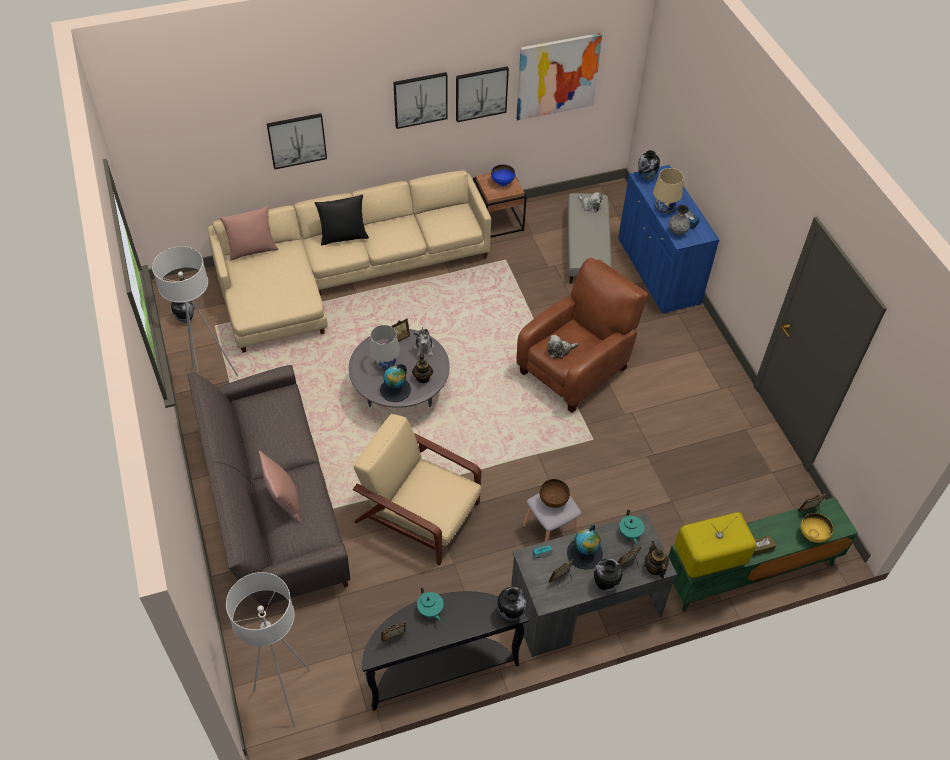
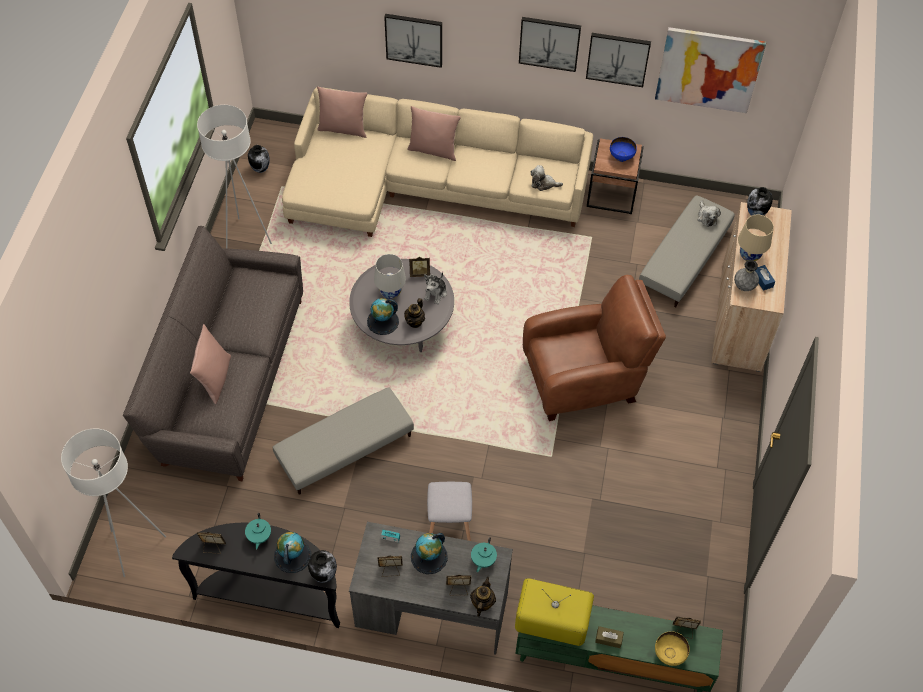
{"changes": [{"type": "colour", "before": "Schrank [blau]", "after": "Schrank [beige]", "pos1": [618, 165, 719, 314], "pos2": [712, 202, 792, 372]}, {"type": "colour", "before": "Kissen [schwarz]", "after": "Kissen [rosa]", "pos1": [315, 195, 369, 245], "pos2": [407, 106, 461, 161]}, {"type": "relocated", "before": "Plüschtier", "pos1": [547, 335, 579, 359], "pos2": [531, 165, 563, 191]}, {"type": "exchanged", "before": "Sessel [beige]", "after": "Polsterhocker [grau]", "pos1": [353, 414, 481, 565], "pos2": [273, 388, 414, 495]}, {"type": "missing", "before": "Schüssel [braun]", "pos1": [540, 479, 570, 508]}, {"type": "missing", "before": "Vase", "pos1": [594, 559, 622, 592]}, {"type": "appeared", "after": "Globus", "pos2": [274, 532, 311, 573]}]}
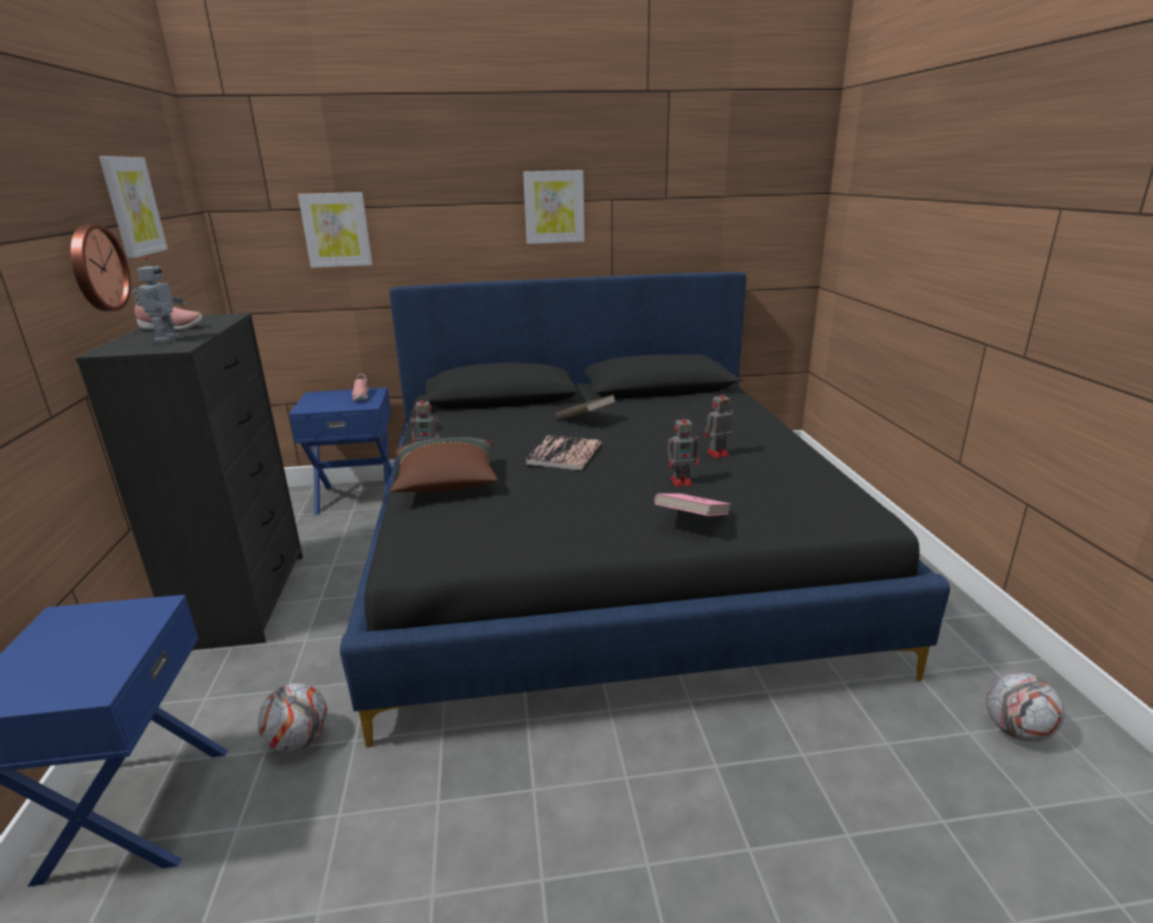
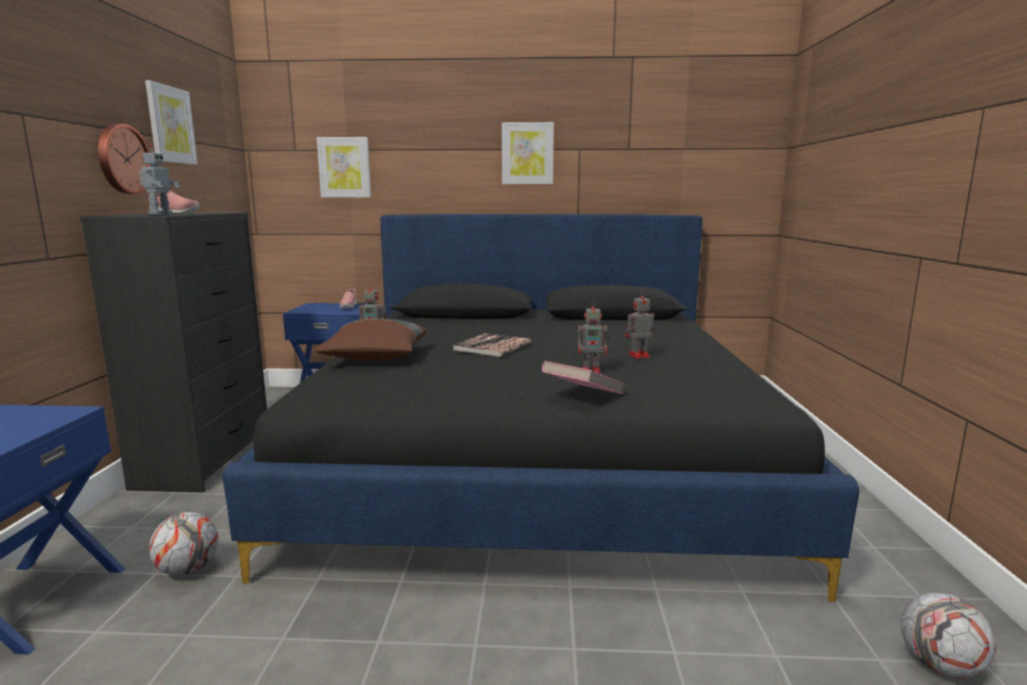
{"changes": [{"type": "missing", "before": "Buch [braun]", "pos1": [556, 394, 617, 420]}]}
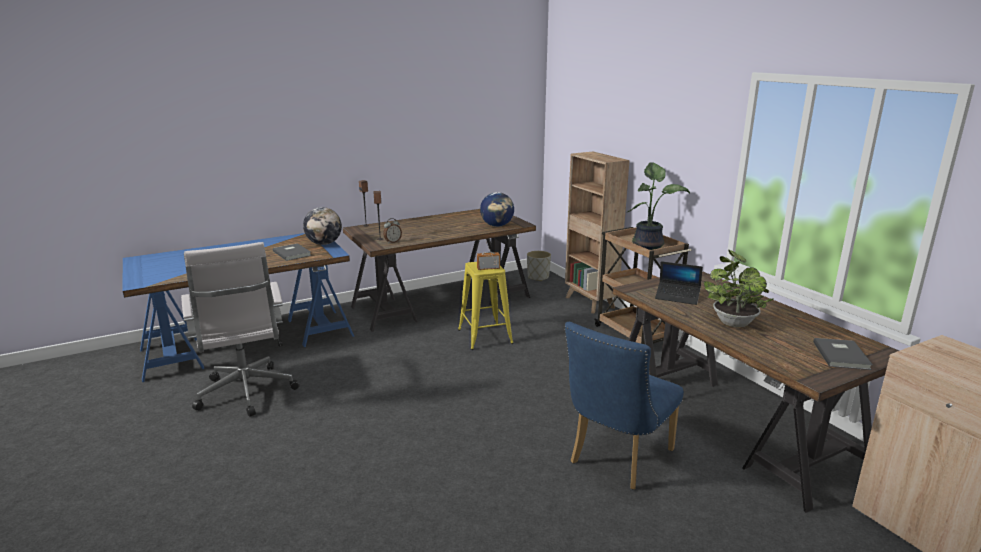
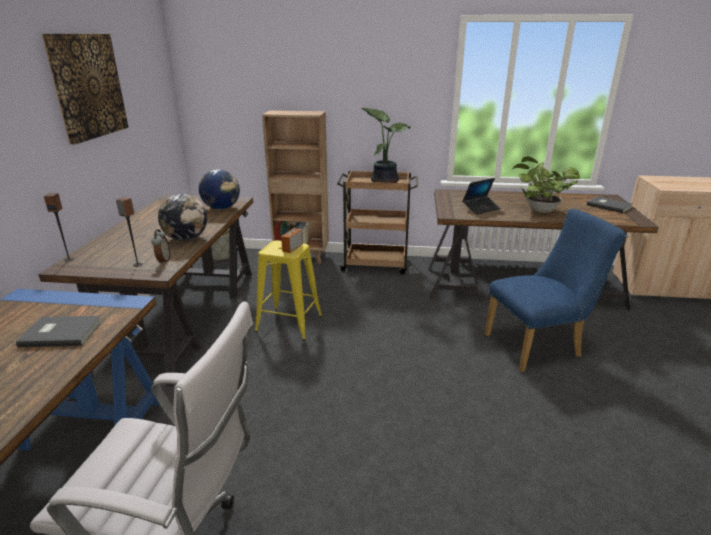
{"changes": [{"type": "relocated", "before": "Globus", "pos1": [303, 207, 342, 245], "pos2": [158, 194, 207, 241]}, {"type": "spun", "before": "Stuhl [blau]", "pos1": [565, 322, 684, 489], "pos2": [485, 209, 626, 372], "turn": -90}, {"type": "appeared", "after": "Bild", "pos2": [42, 33, 129, 145]}]}
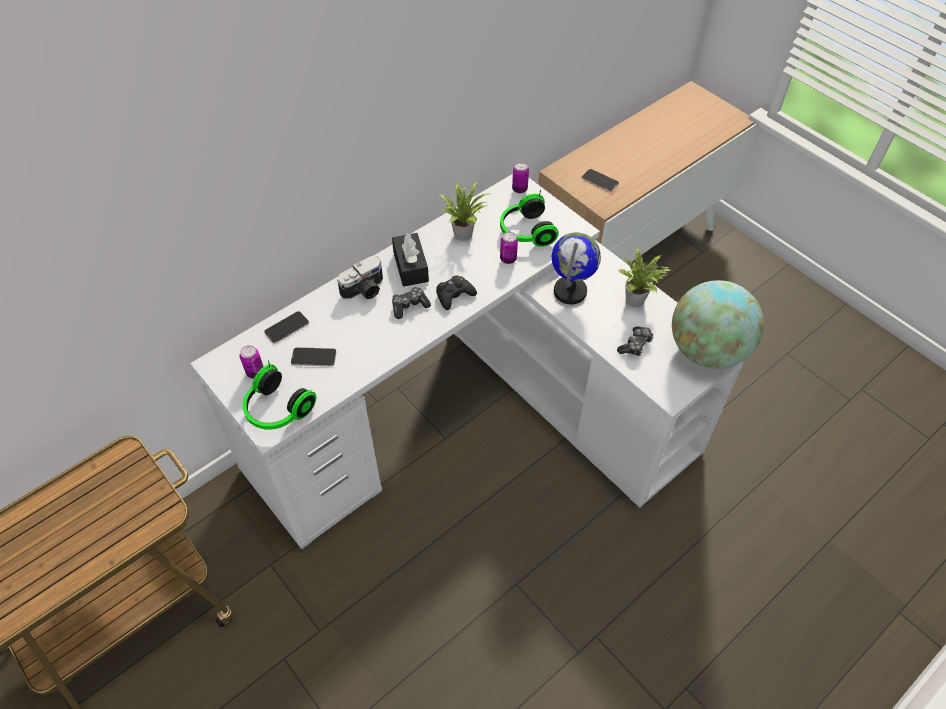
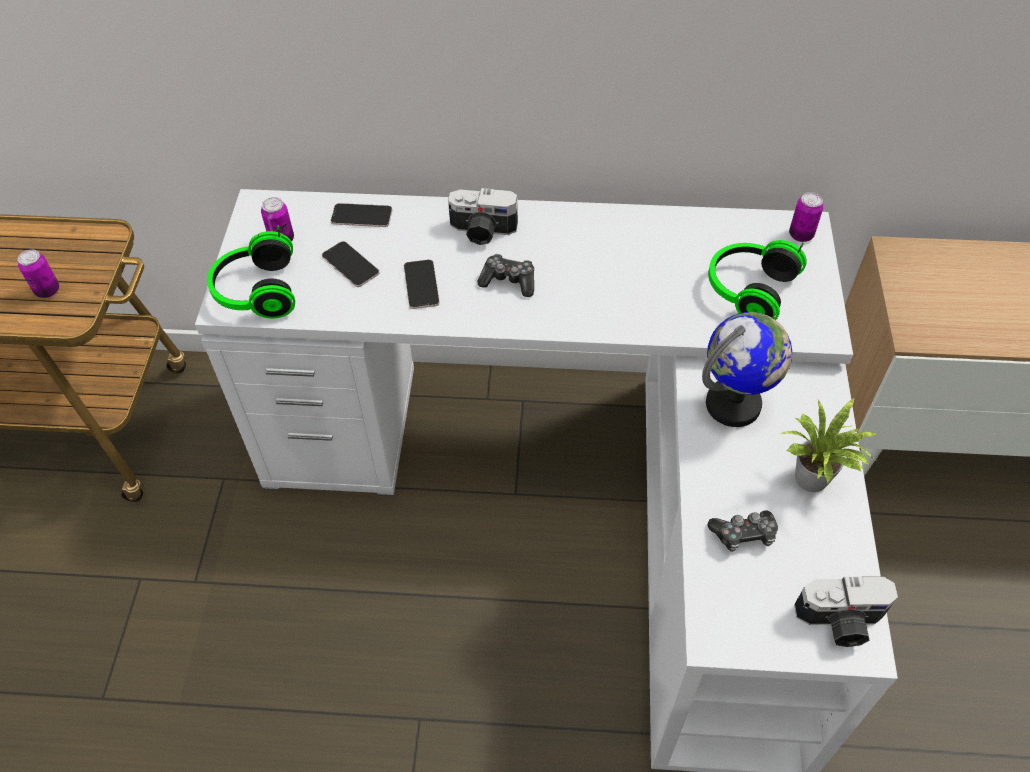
{"changes": [{"type": "relocated", "before": "Handy", "pos1": [582, 169, 619, 192], "pos2": [404, 259, 440, 309]}, {"type": "missing", "before": "Topfpflanze", "pos1": [438, 181, 489, 241]}, {"type": "relocated", "before": "Dose", "pos1": [500, 232, 518, 264], "pos2": [18, 249, 59, 298]}, {"type": "missing", "before": "Taschentuchbox [schwarz]", "pos1": [392, 233, 429, 287]}, {"type": "missing", "before": "Gamepad [schwarz]", "pos1": [436, 275, 477, 310]}, {"type": "exchanged", "before": "Globus", "after": "Kamera", "pos1": [672, 280, 764, 369], "pos2": [794, 576, 898, 647]}]}
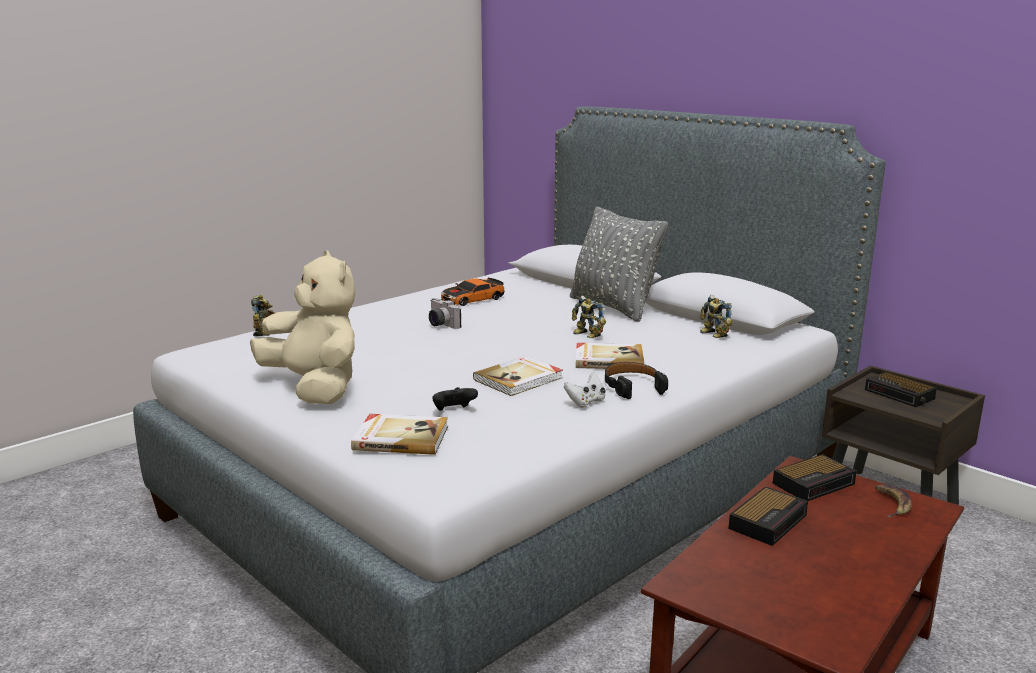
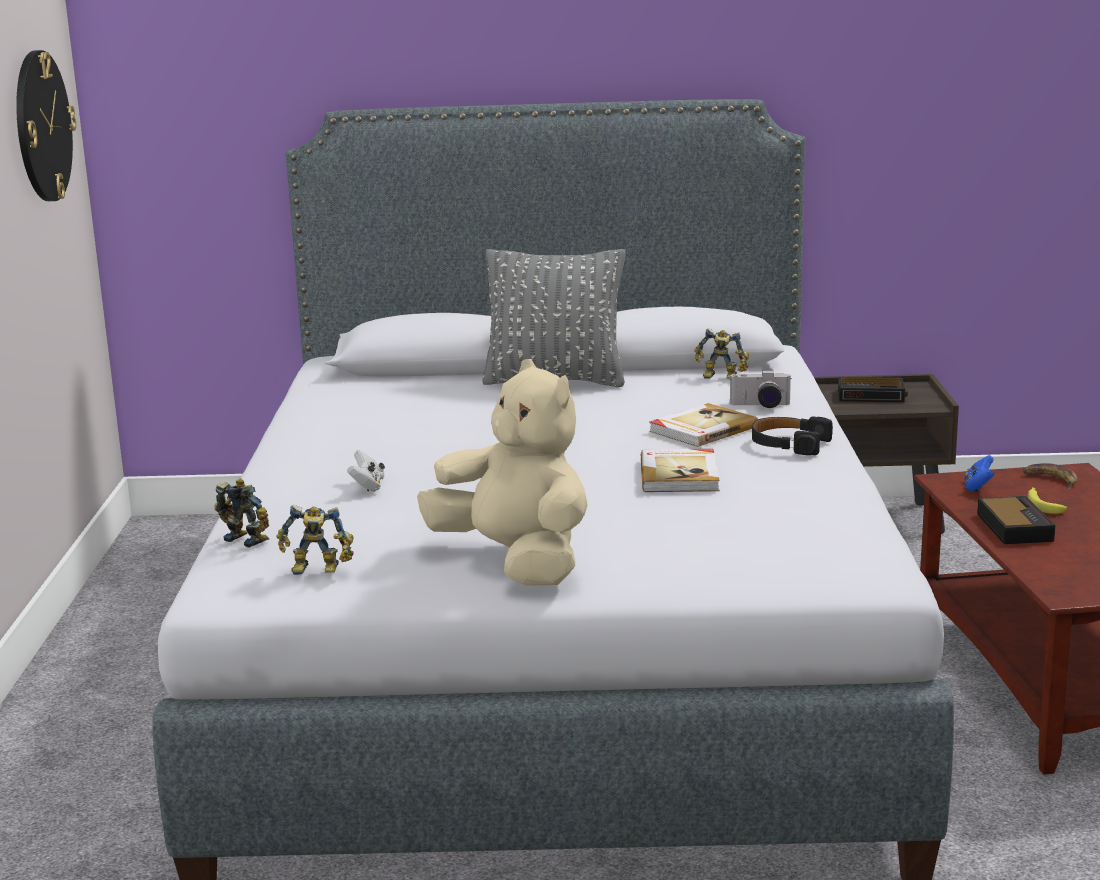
{"changes": [{"type": "spun", "before": "Plüschtier [beige]", "pos1": [250, 250, 355, 404], "pos2": [417, 359, 588, 586], "turn": 45}, {"type": "missing", "before": "Spielzeugauto", "pos1": [441, 278, 505, 306]}, {"type": "relocated", "before": "Spielzeugroboter", "pos1": [572, 295, 606, 338], "pos2": [276, 505, 354, 575]}, {"type": "relocated", "before": "Kamera", "pos1": [429, 298, 461, 329], "pos2": [729, 370, 792, 408]}, {"type": "relocated", "before": "Gamepad [weiß]", "pos1": [564, 373, 606, 408], "pos2": [347, 450, 385, 492]}, {"type": "missing", "before": "Gamepad [schwarz]", "pos1": [432, 387, 478, 411]}, {"type": "missing", "before": "Buch", "pos1": [351, 414, 448, 455]}, {"type": "exchanged", "before": "Wecker", "after": "Gamepad [blau]", "pos1": [773, 454, 857, 501], "pos2": [965, 455, 994, 492]}, {"type": "appeared", "after": "Wanduhr", "pos2": [16, 50, 76, 201]}, {"type": "appeared", "after": "Banane", "pos2": [1028, 487, 1067, 514]}]}
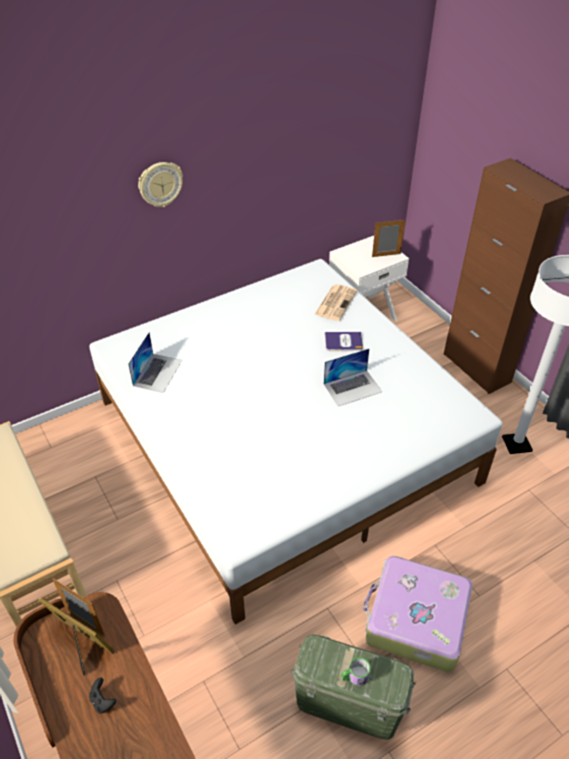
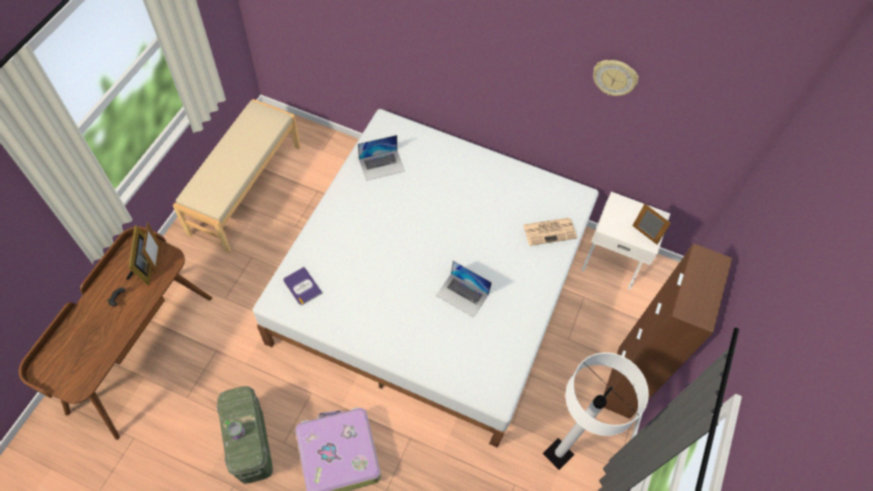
{"changes": [{"type": "relocated", "before": "Wanduhr", "pos1": [138, 162, 183, 207], "pos2": [593, 60, 639, 96]}, {"type": "relocated", "before": "Buch", "pos1": [325, 332, 363, 351], "pos2": [283, 267, 323, 305]}]}
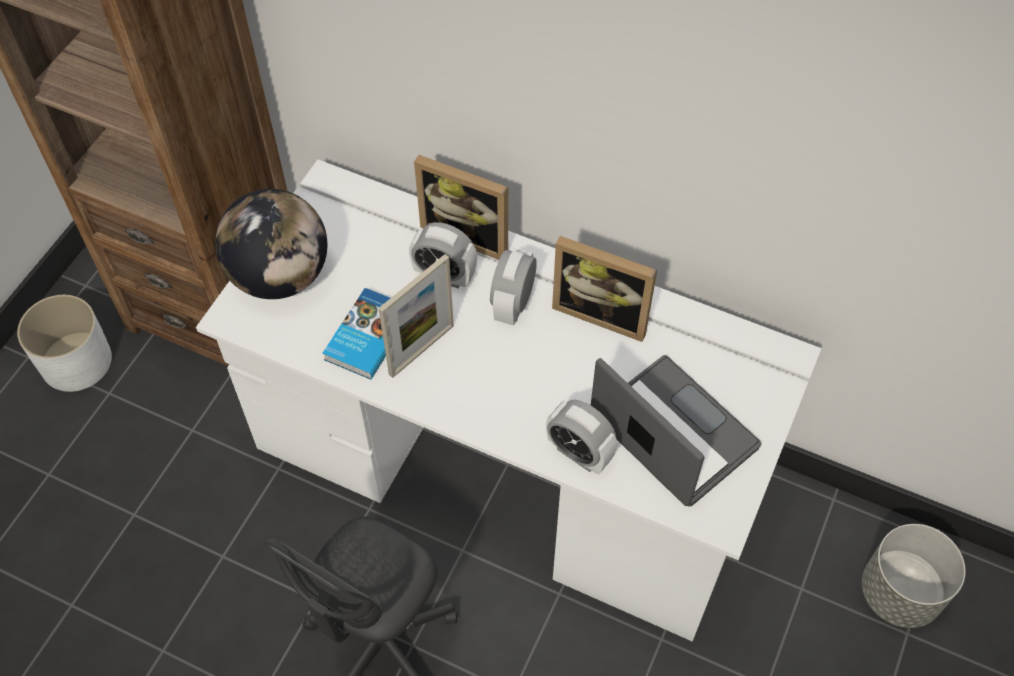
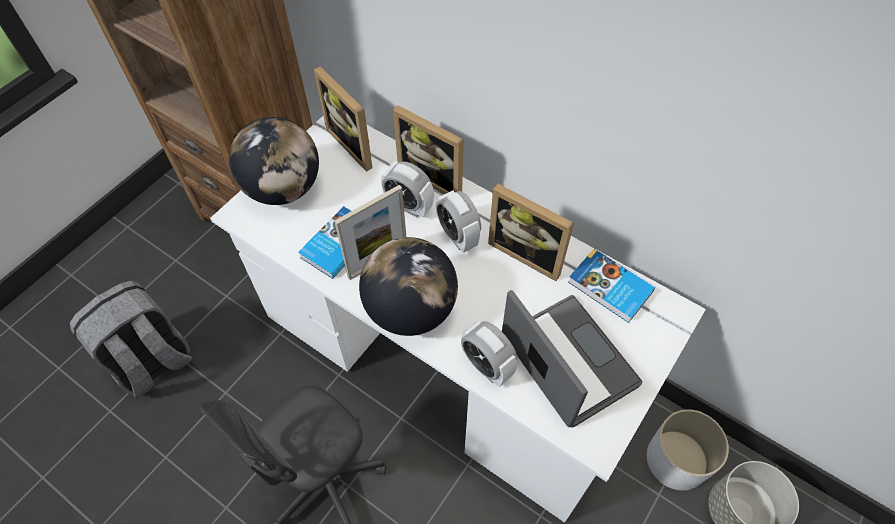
{"changes": [{"type": "spun", "before": "Wecker", "pos1": [490, 248, 537, 325], "pos2": [436, 191, 481, 253], "turn": -60}, {"type": "relocated", "before": "Pflanzkübel [weiß]", "pos1": [17, 295, 112, 392], "pos2": [647, 409, 729, 491]}, {"type": "appeared", "after": "Bilderrahmen", "pos2": [314, 66, 373, 172]}, {"type": "appeared", "after": "Globus", "pos2": [359, 237, 458, 336]}, {"type": "appeared", "after": "Buch", "pos2": [568, 249, 655, 323]}, {"type": "appeared", "after": "Rucksack [grau]", "pos2": [70, 281, 193, 398]}]}
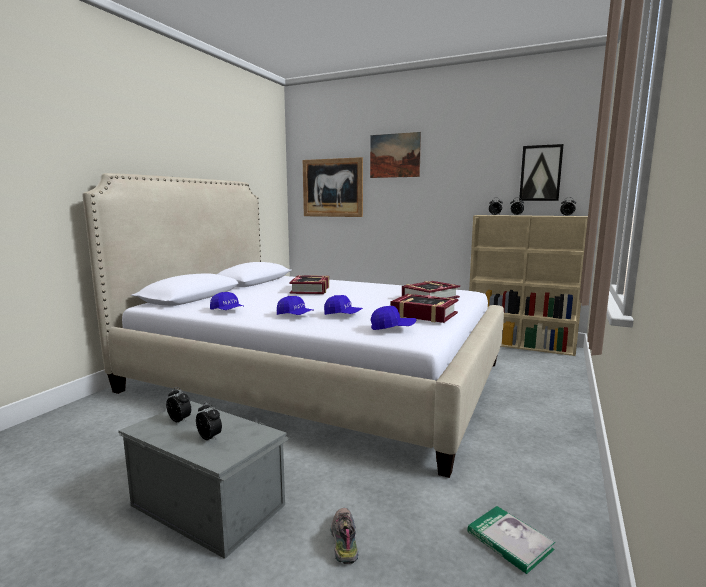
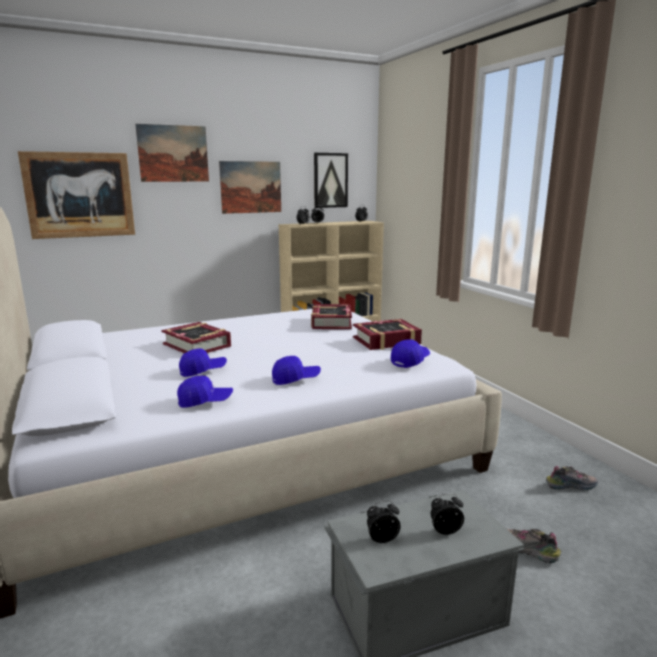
{"changes": [{"type": "relocated", "before": "Kappe [blau]", "pos1": [324, 295, 363, 315], "pos2": [179, 348, 227, 377]}, {"type": "exchanged", "before": "Buch", "after": "Schuh", "pos1": [467, 506, 555, 574], "pos2": [546, 466, 598, 491]}, {"type": "appeared", "after": "Bild", "pos2": [219, 161, 281, 214]}]}
